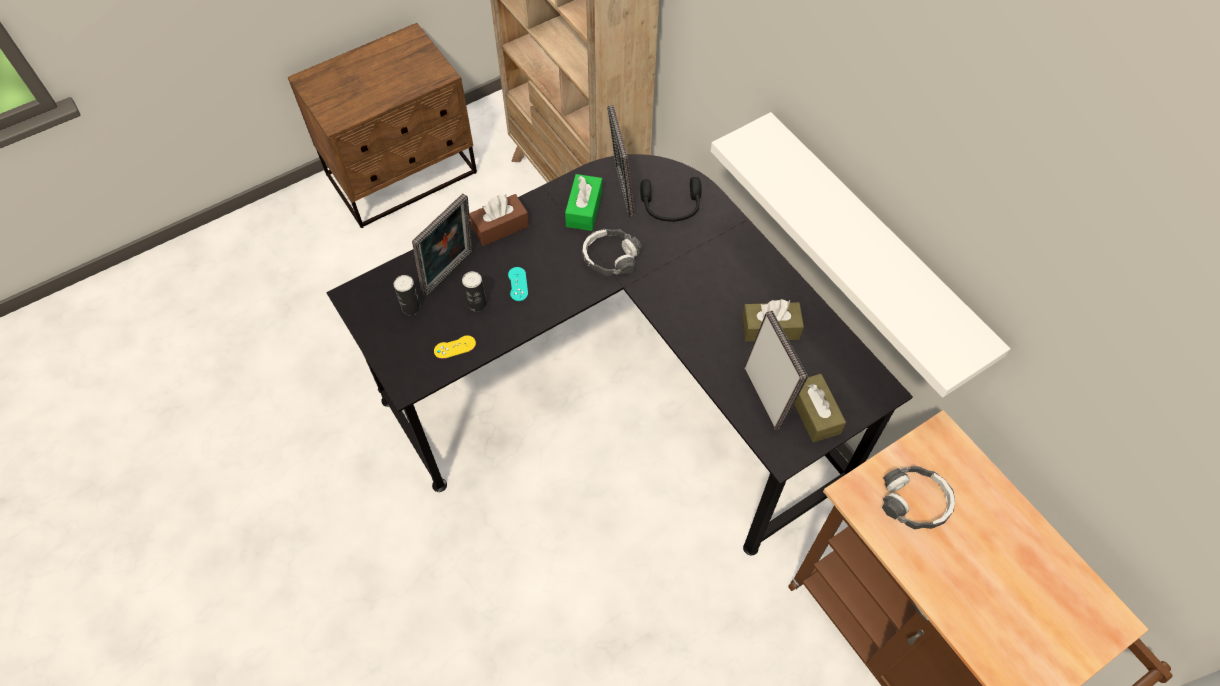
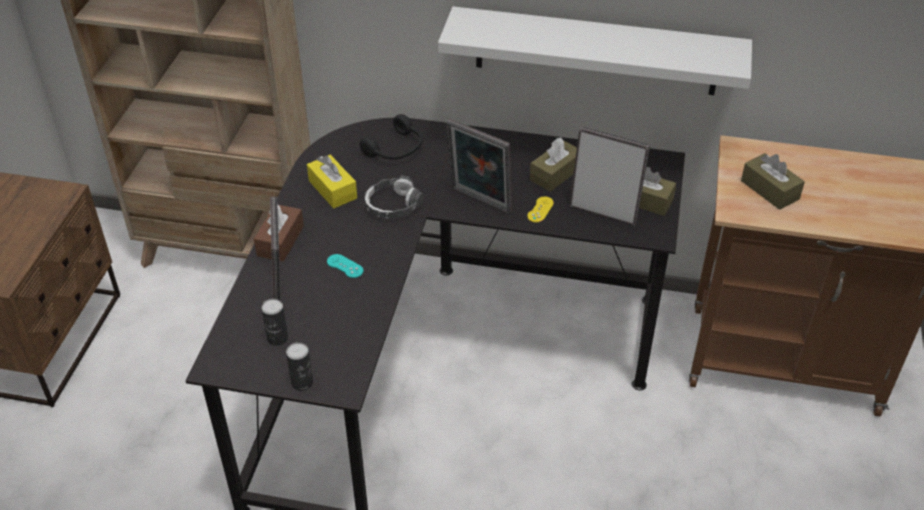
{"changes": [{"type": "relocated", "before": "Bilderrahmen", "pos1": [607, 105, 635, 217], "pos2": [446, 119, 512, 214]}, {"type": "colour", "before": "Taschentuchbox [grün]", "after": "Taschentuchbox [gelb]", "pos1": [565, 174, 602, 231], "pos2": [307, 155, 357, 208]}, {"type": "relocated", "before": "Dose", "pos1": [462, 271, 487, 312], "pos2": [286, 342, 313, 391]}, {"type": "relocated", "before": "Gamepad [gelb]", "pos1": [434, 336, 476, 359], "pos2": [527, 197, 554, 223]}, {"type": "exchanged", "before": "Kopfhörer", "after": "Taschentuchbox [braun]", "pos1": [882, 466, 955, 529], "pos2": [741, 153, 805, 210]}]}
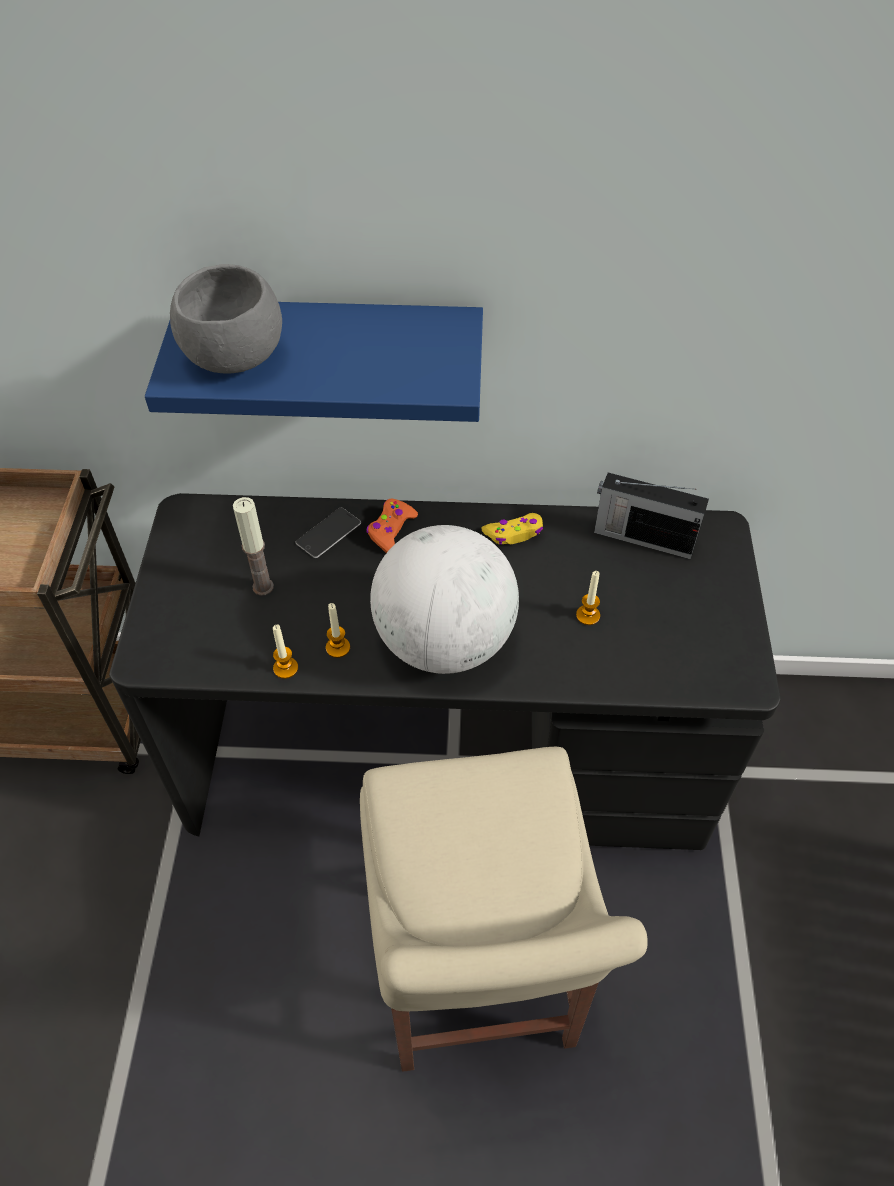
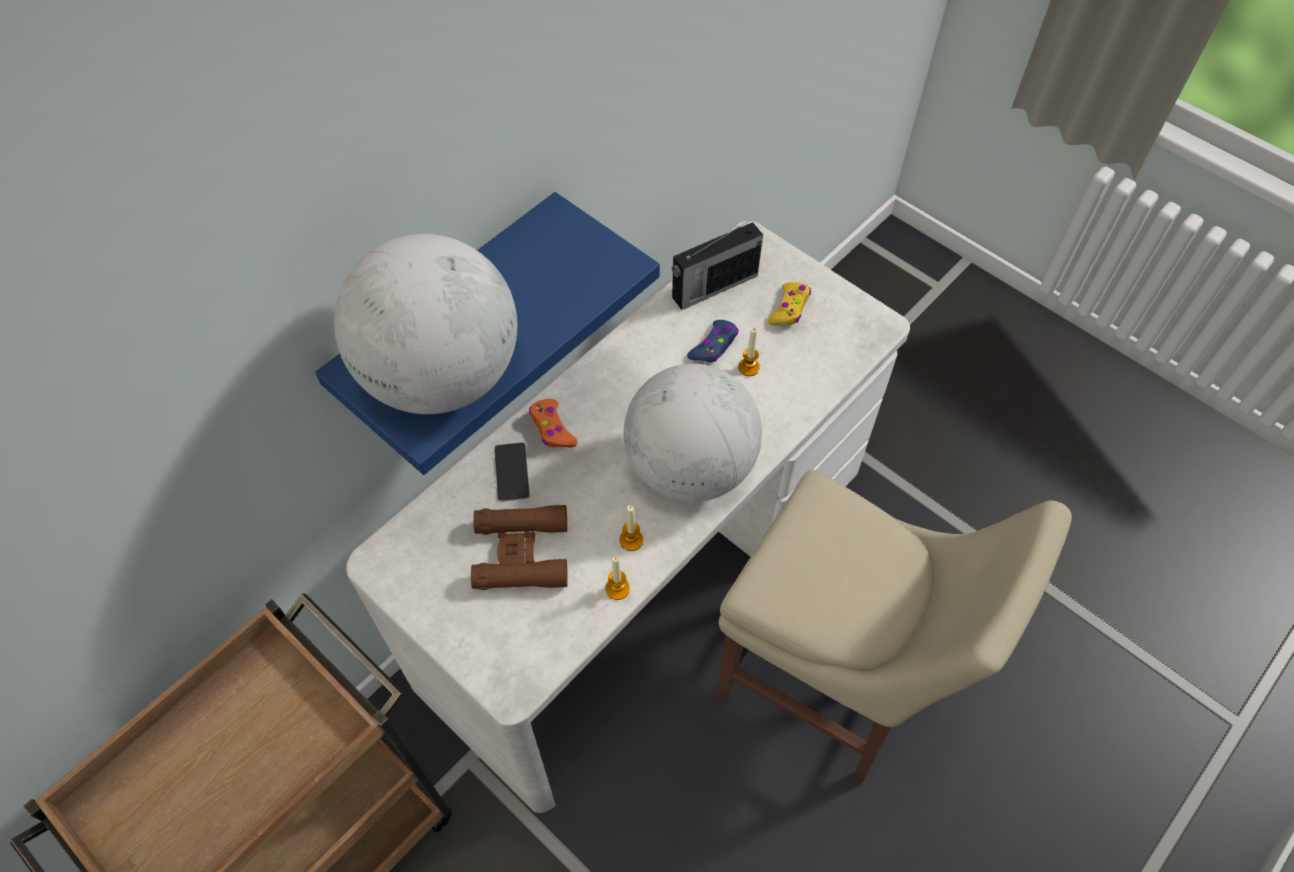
{"changes": [{"type": "exchanged", "before": "Schüssel [grau]", "after": "Globus", "pos1": [170, 264, 282, 374], "pos2": [334, 234, 517, 414]}, {"type": "colour", "before": "Schreibtisch [schwarz]", "after": "Schreibtisch [weiß]", "pos1": [109, 493, 781, 850], "pos2": [346, 221, 910, 813]}, {"type": "exchanged", "before": "Kerze", "after": "Fernglas [braun]", "pos1": [233, 497, 274, 596], "pos2": [471, 505, 568, 590]}, {"type": "relocated", "before": "Gamepad [gelb]", "pos1": [481, 513, 543, 545], "pos2": [768, 282, 811, 326]}, {"type": "appeared", "after": "Gamepad [blau]", "pos2": [687, 320, 739, 362]}]}
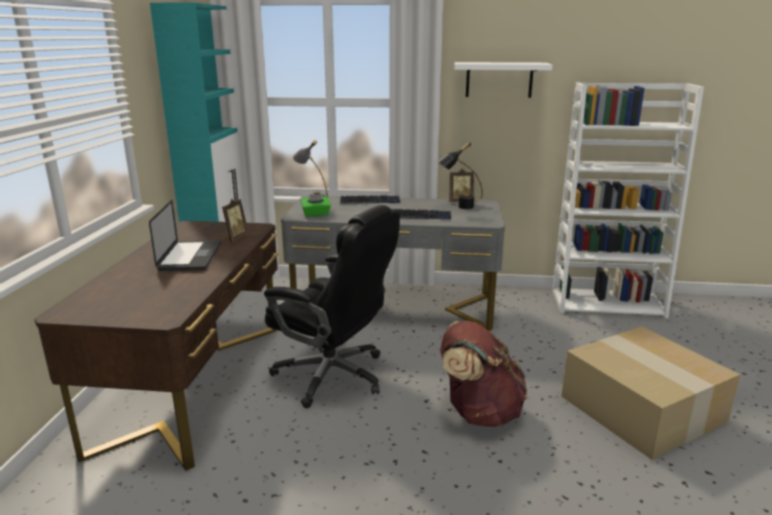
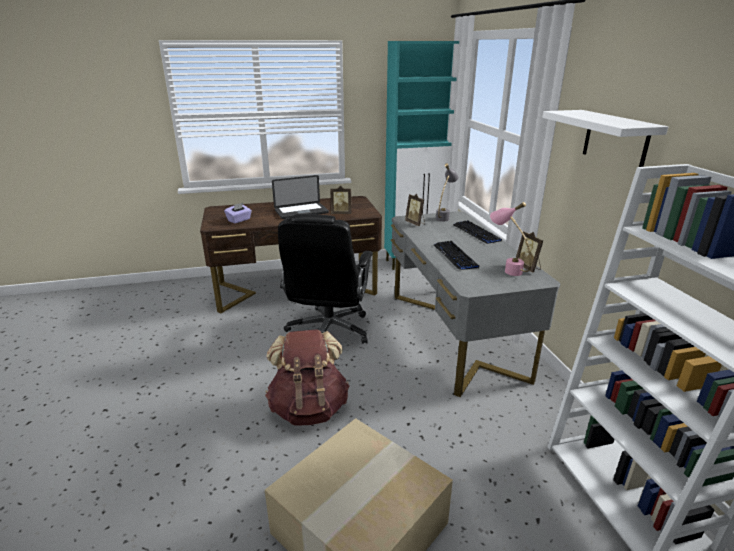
{"changes": [{"type": "colour", "before": "Tischlampe [schwarz]", "after": "Tischlampe [rosa]", "pos1": [436, 142, 483, 209], "pos2": [490, 202, 531, 276]}, {"type": "exchanged", "before": "Taschentuchbox [grün]", "after": "Bilderrahmen", "pos1": [301, 194, 331, 217], "pos2": [405, 194, 425, 226]}, {"type": "appeared", "after": "Taschentuchbox [lila]", "pos2": [224, 203, 252, 223]}]}
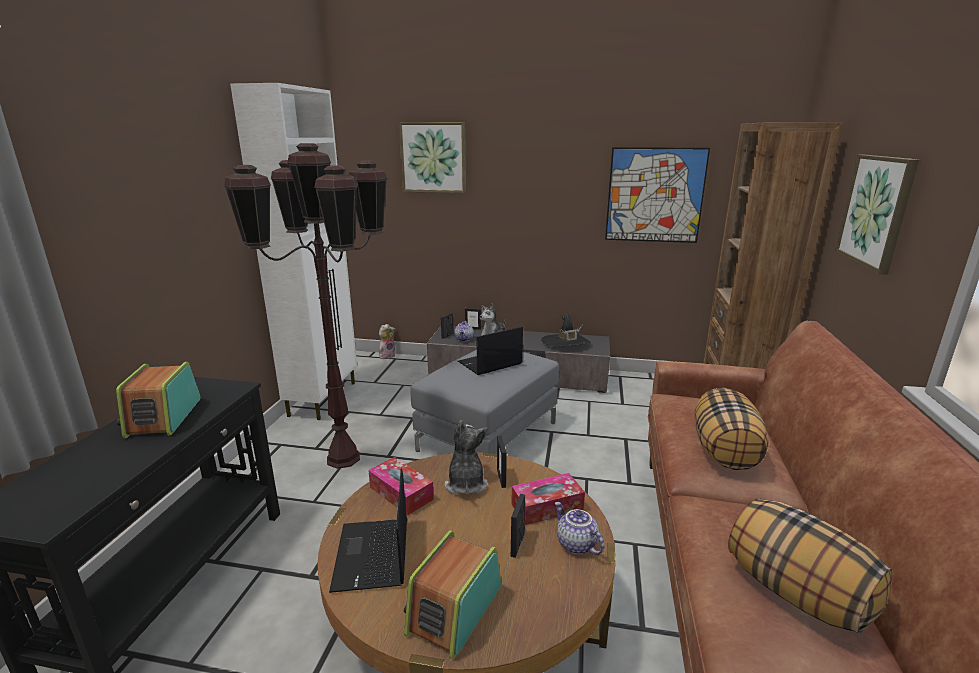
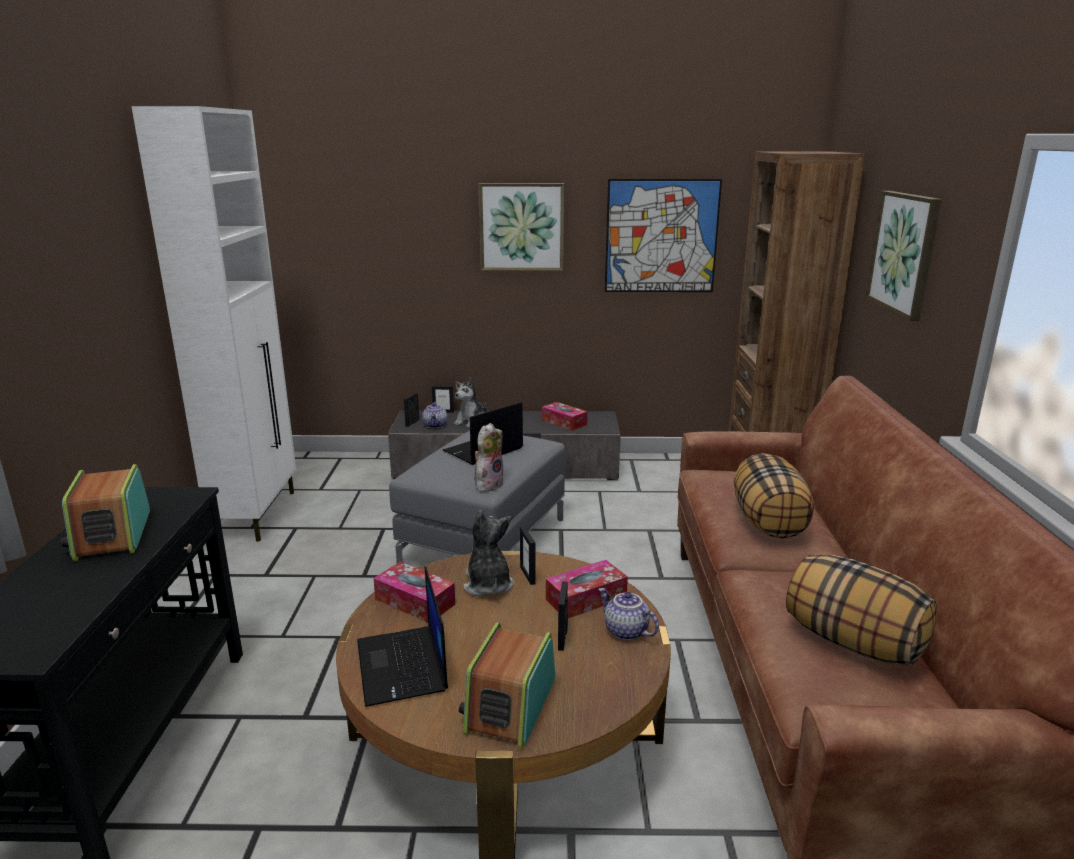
{"changes": [{"type": "relocated", "before": "Bild", "pos1": [399, 122, 466, 193], "pos2": [478, 183, 564, 271]}, {"type": "missing", "before": "Stehlampe [braun]", "pos1": [224, 143, 387, 469]}, {"type": "exchanged", "before": "Hut [schwarz]", "after": "Taschentuchbox", "pos1": [541, 313, 591, 347], "pos2": [542, 402, 587, 431]}, {"type": "relocated", "before": "Plüschtier", "pos1": [379, 324, 395, 359], "pos2": [474, 423, 504, 492]}]}
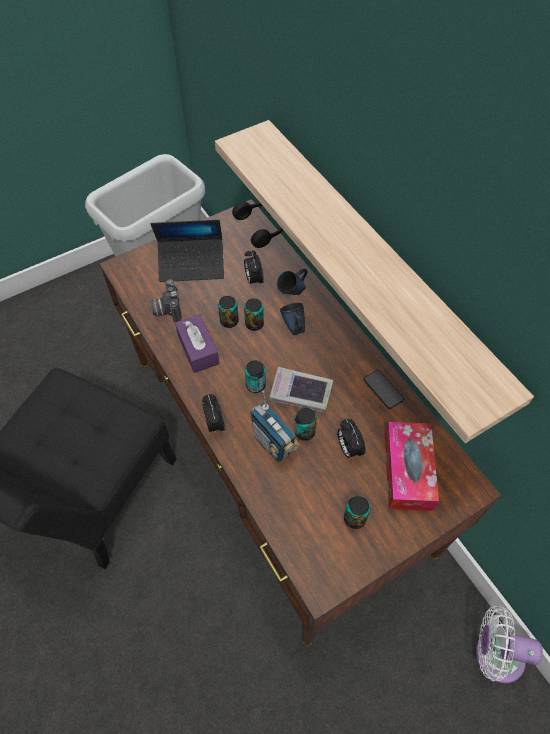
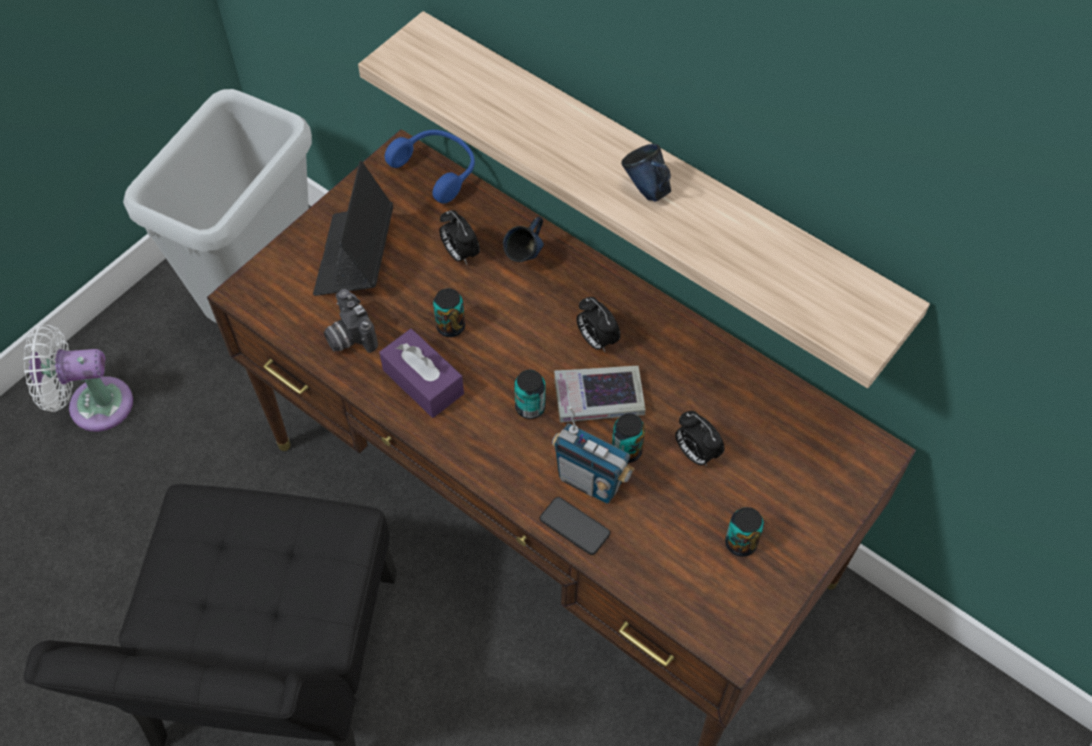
{"changes": [{"type": "colour", "before": "Kopfhörer [schwarz]", "after": "Kopfhörer [blau]", "pos1": [232, 202, 283, 248], "pos2": [385, 130, 475, 204]}, {"type": "spun", "before": "Laptop", "pos1": [151, 220, 224, 282], "pos2": [313, 161, 393, 296], "turn": 120}, {"type": "missing", "before": "Dose", "pos1": [244, 298, 264, 331]}, {"type": "relocated", "before": "Henkelbecher [blau]", "pos1": [280, 303, 305, 335], "pos2": [621, 144, 671, 202]}, {"type": "relocated", "before": "Handy", "pos1": [363, 370, 404, 409], "pos2": [539, 497, 610, 555]}, {"type": "relocated", "before": "Wecker", "pos1": [202, 394, 225, 433], "pos2": [576, 297, 621, 352]}, {"type": "missing", "before": "Taschentuchbox", "pos1": [385, 422, 439, 511]}, {"type": "relocated", "before": "Ventilator [weiß]", "pos1": [476, 605, 543, 683], "pos2": [23, 324, 133, 432]}]}
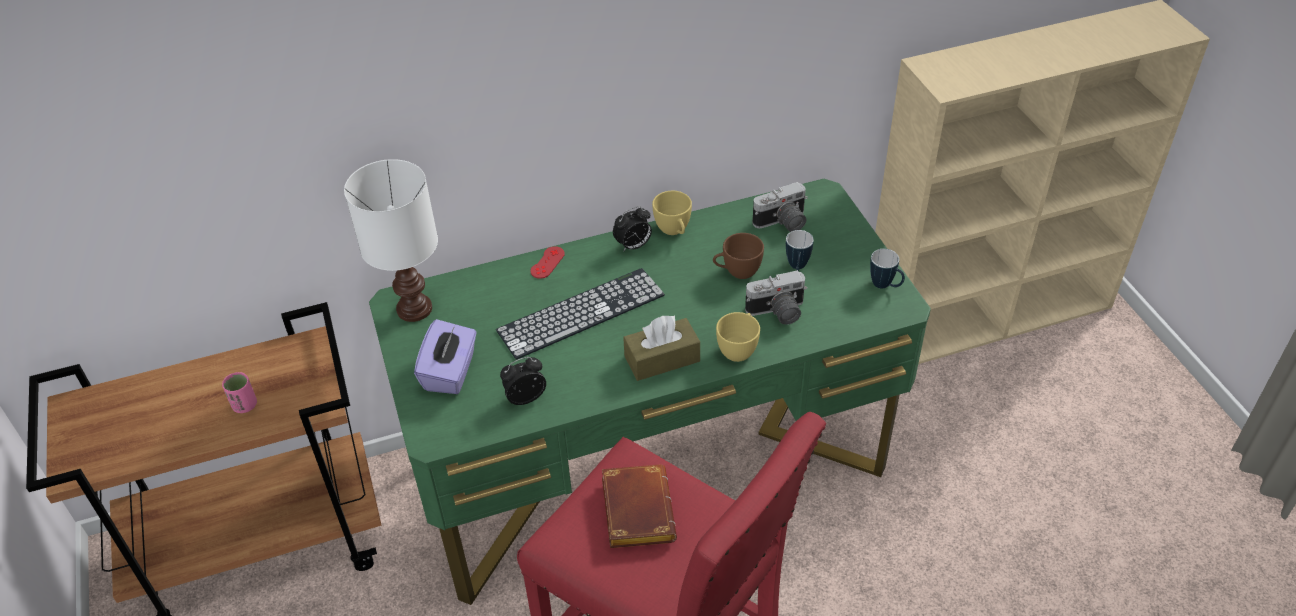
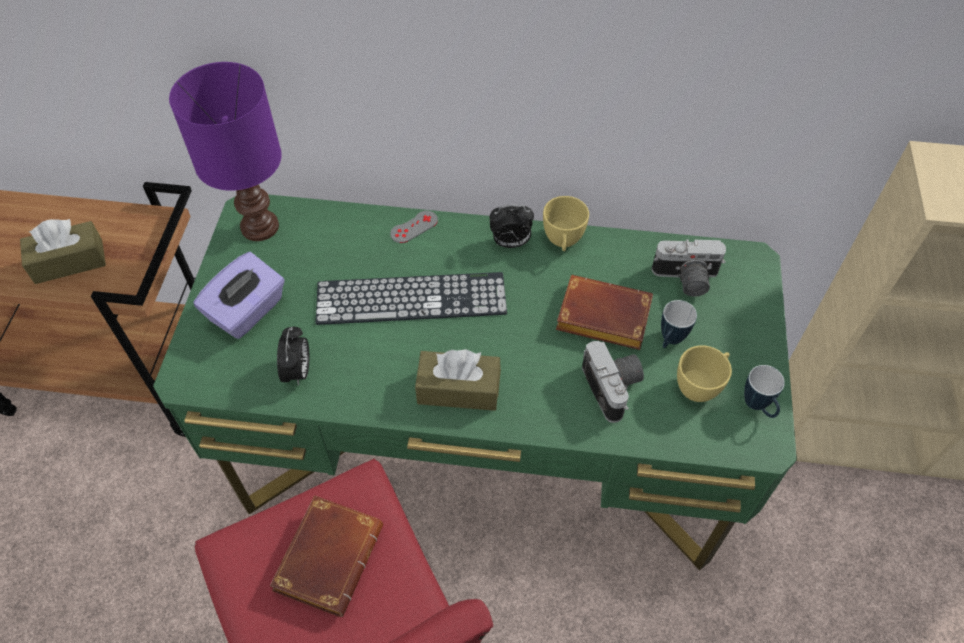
{"changes": [{"type": "colour", "before": "Tischlampe [weiß]", "after": "Tischlampe [lila]", "pos1": [344, 159, 438, 322], "pos2": [169, 62, 282, 241]}, {"type": "exchanged", "before": "Tasse [braun]", "after": "Buch [braun]", "pos1": [713, 233, 764, 279], "pos2": [556, 275, 653, 350]}, {"type": "colour", "before": "Gamepad [rot]", "after": "Gamepad [grau]", "pos1": [530, 246, 565, 279], "pos2": [390, 211, 438, 243]}, {"type": "spun", "before": "Kamera", "pos1": [745, 270, 807, 325], "pos2": [582, 341, 644, 423], "turn": -120}, {"type": "relocated", "before": "Tasse [gelb]", "pos1": [716, 312, 760, 362], "pos2": [677, 345, 732, 402]}, {"type": "spun", "before": "Wecker", "pos1": [500, 357, 546, 405], "pos2": [277, 327, 309, 386], "turn": 90}, {"type": "exchanged", "before": "Tasse [rosa]", "after": "Taschentuchbox [braun]", "pos1": [222, 372, 257, 413], "pos2": [20, 219, 106, 284]}]}
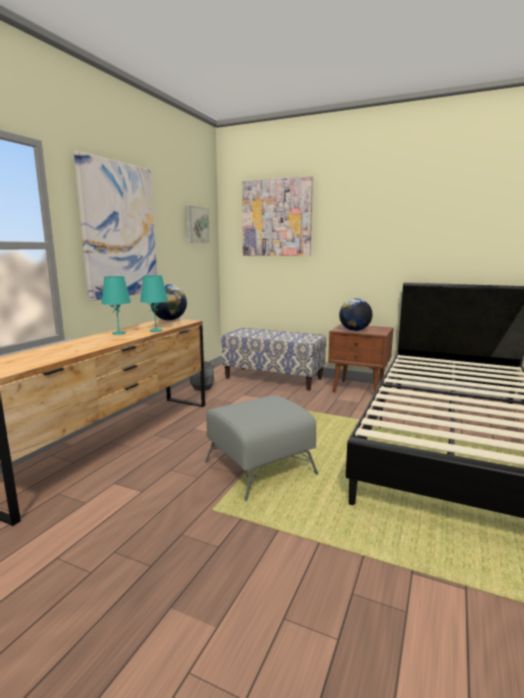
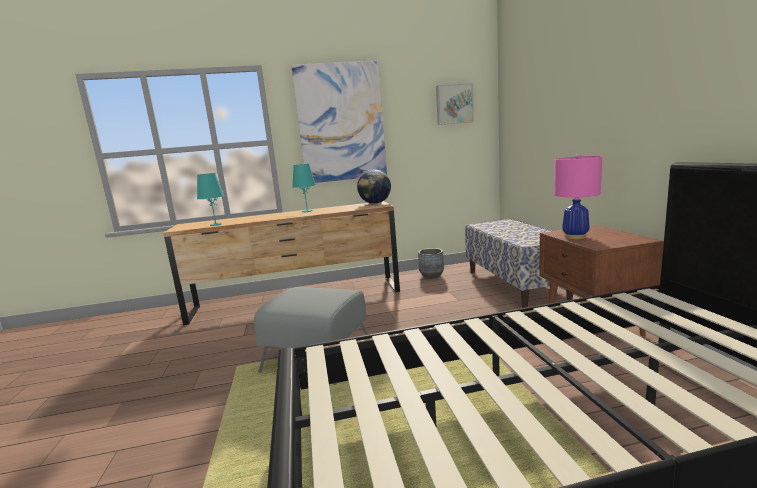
{"changes": [{"type": "missing", "before": "Bild", "pos1": [242, 176, 313, 256]}, {"type": "relocated", "before": "Tischlampe [türkis]", "pos1": [140, 275, 168, 332], "pos2": [197, 173, 224, 226]}, {"type": "exchanged", "before": "Globus", "after": "Tischlampe [rosa]", "pos1": [339, 298, 372, 331], "pos2": [554, 154, 602, 239]}]}
